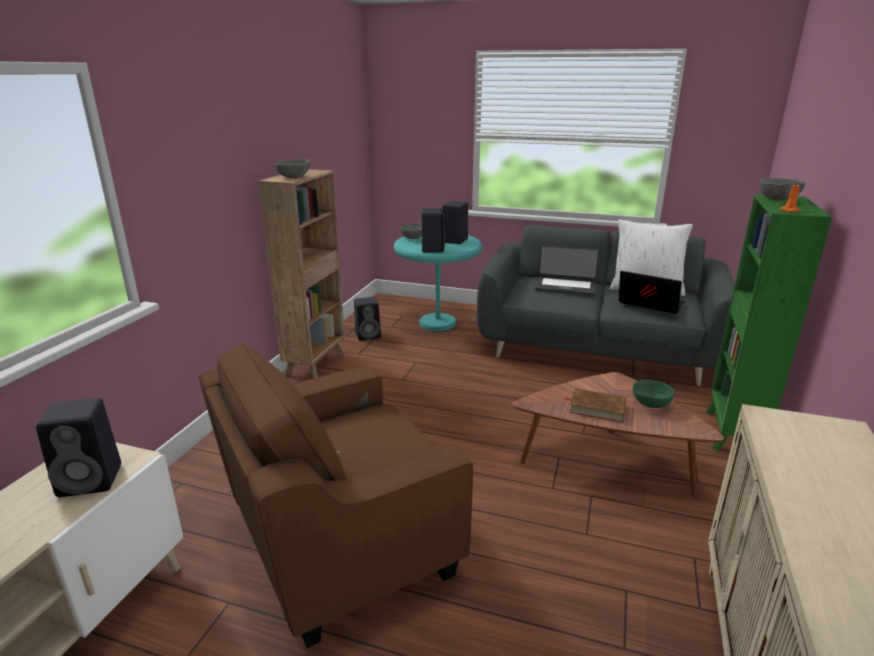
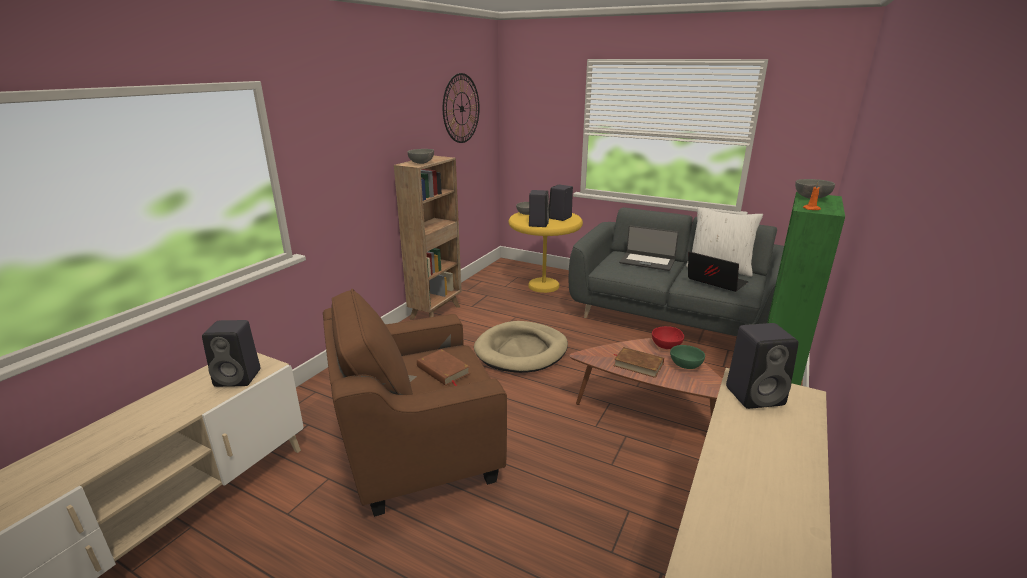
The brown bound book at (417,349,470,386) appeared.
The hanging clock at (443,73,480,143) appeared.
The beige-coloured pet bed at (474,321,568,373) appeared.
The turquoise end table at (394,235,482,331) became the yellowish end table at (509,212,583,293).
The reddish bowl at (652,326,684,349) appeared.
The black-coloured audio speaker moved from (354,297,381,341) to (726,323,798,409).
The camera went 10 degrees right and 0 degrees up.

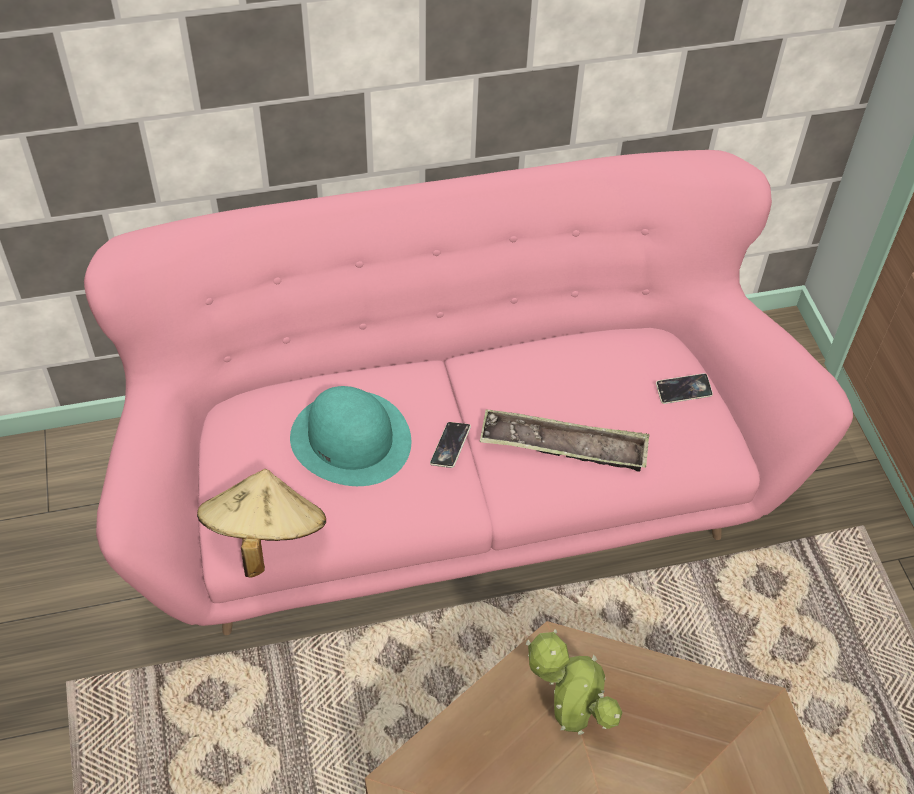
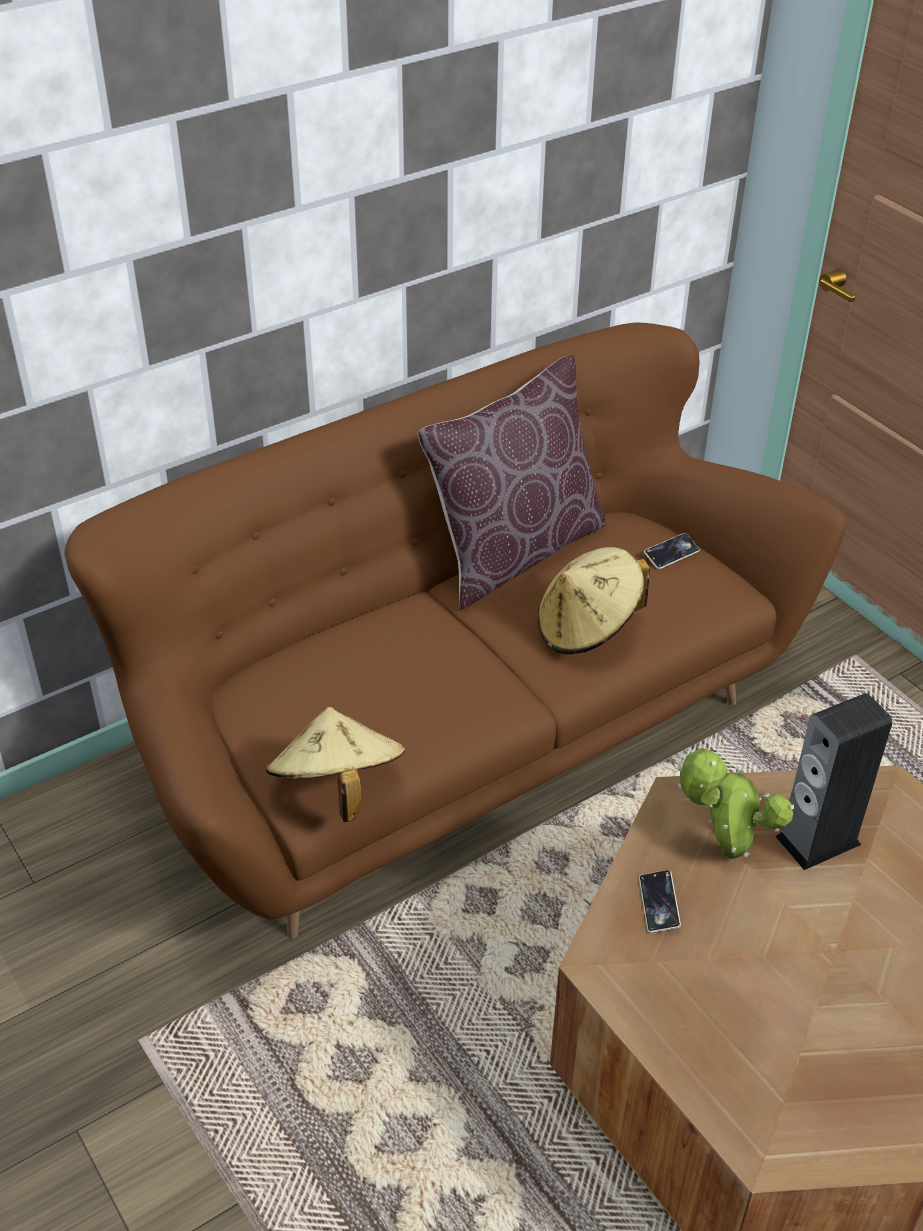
The pink-coloured sofa at (84,150,853,635) became the brown sofa at (64,323,847,939).
The brown pillow at (418,355,606,609) appeared.
The serving tray at (480,409,649,472) was replaced by the beige-coloured hat at (538,547,650,654).
The telephone moved from (430,422,471,468) to (639,870,681,933).
The audio speaker at (775,693,892,870) appeared.
The turquoise hat at (290,386,411,486) disappeared.
The camera went 20 degrees left and 10 degrees down.

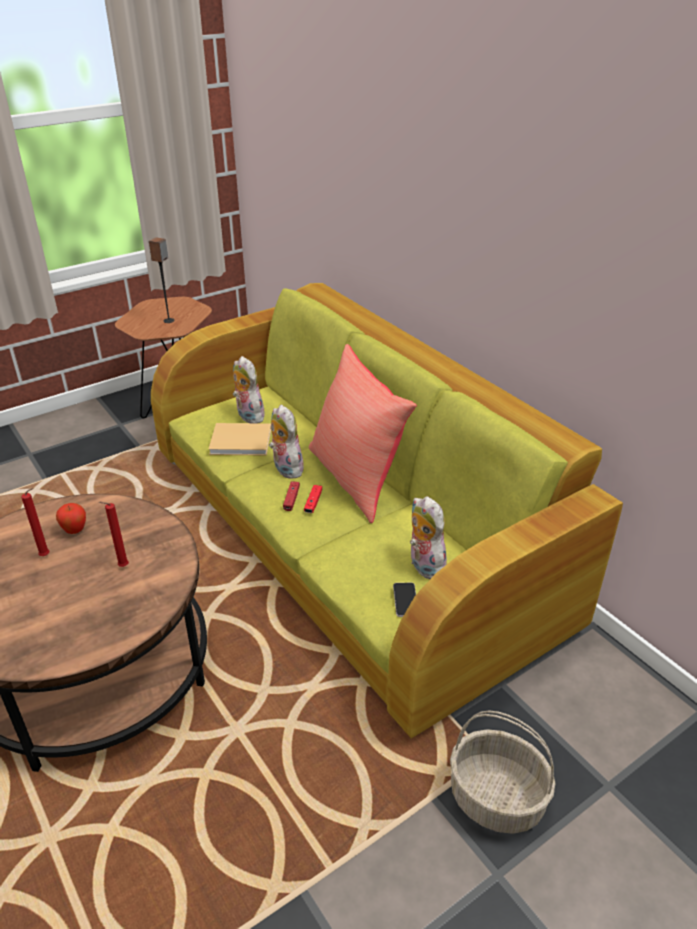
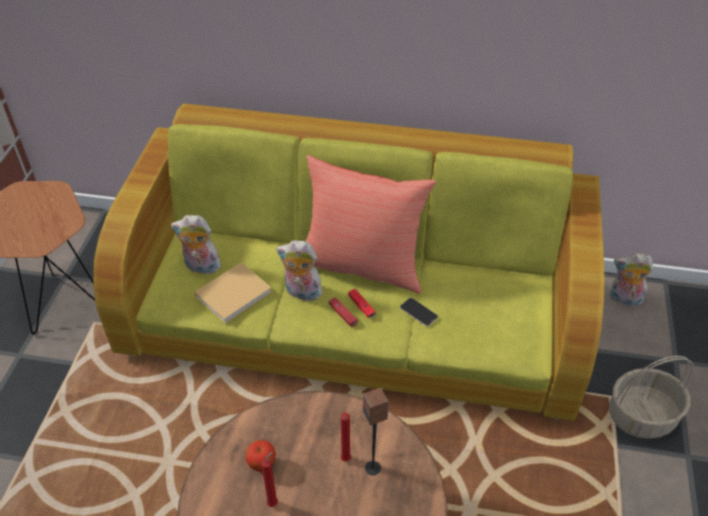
The audio speaker moved from (149,237,175,323) to (363,388,389,475).
The telephone moved from (393,583,416,617) to (400,298,438,326).
The cuddly toy moved from (410,496,447,579) to (610,253,653,307).
The camera went 45 degrees left and 10 degrees up.

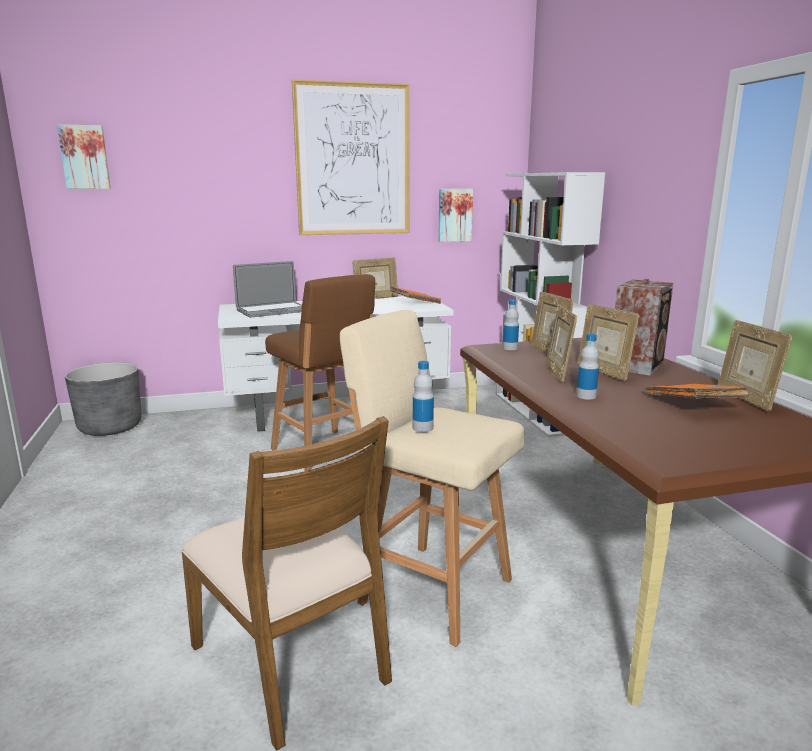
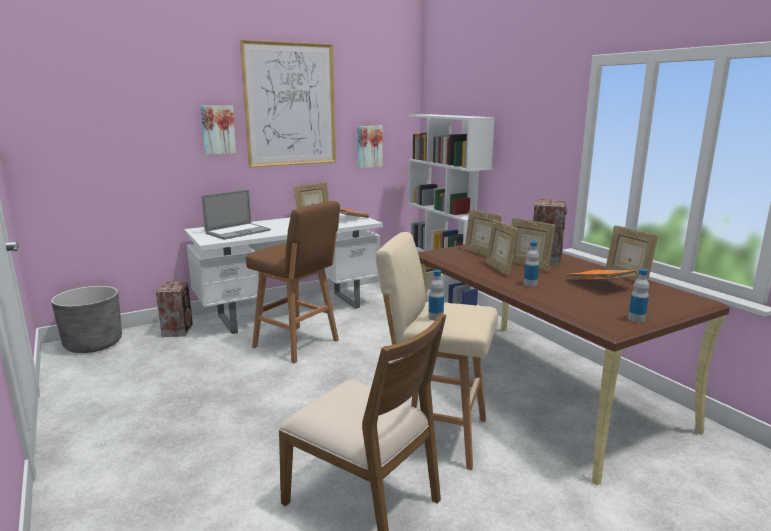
The audio speaker at (156,281,193,337) appeared.
The wall art moved from (57,124,111,189) to (200,105,237,155).
The bottle moved from (503,299,519,350) to (628,269,649,322).
The camera went 15 degrees left and 0 degrees up.

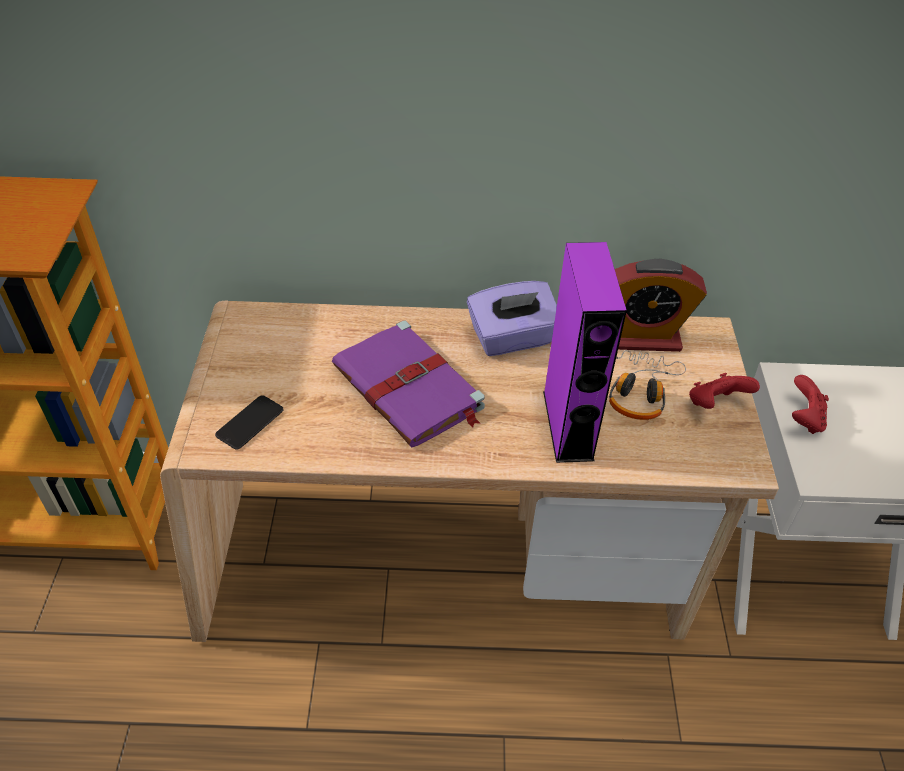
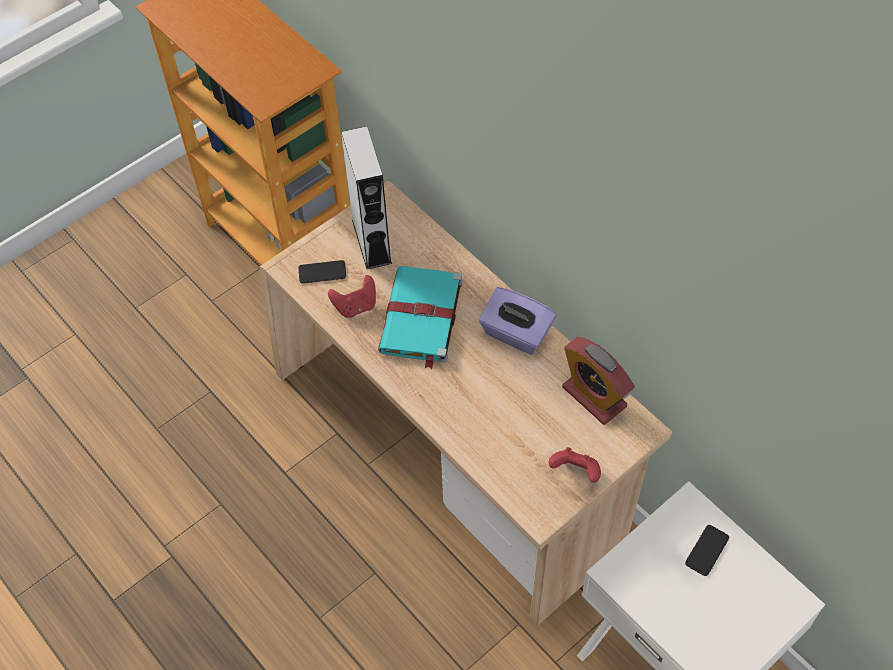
The reddish gamepad moved from (792,375,829,434) to (328,275,376,318).
The grey audio speaker at (341,126,392,270) appeared.
The purplish bound book at (332,320,485,448) became the turquoise bound book at (378,266,462,369).
The telephone at (685,525,729,576) appeared.
The purplish audio speaker at (543,242,627,463) disappeared.
The headphones at (609,350,686,420) disappeared.
The camera went 50 degrees right and 10 degrees up.

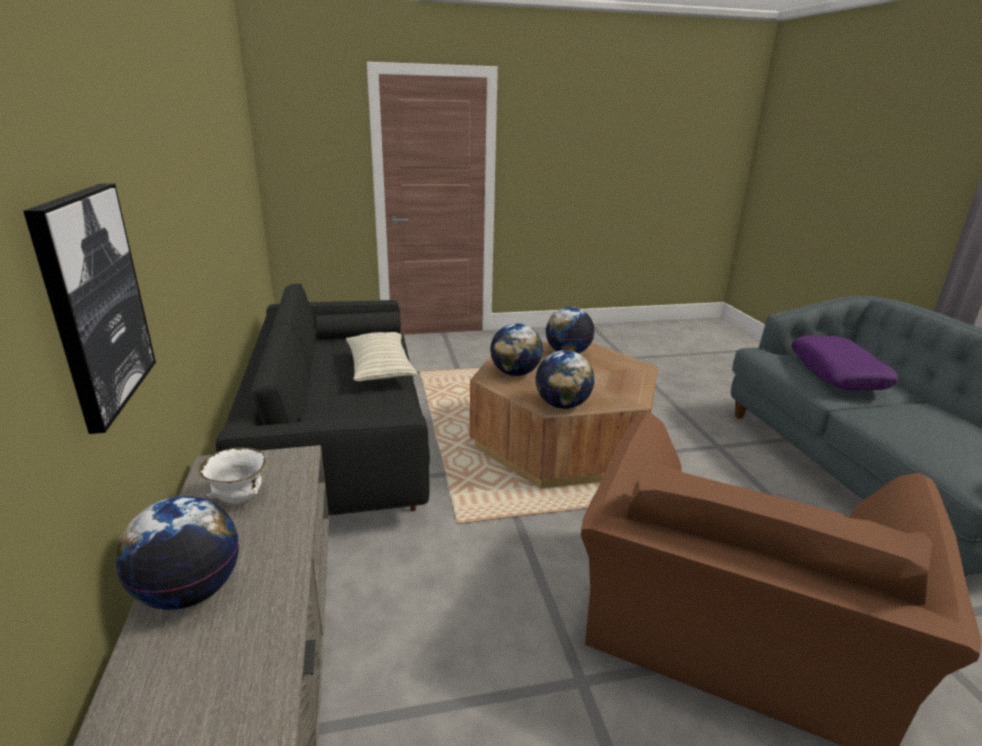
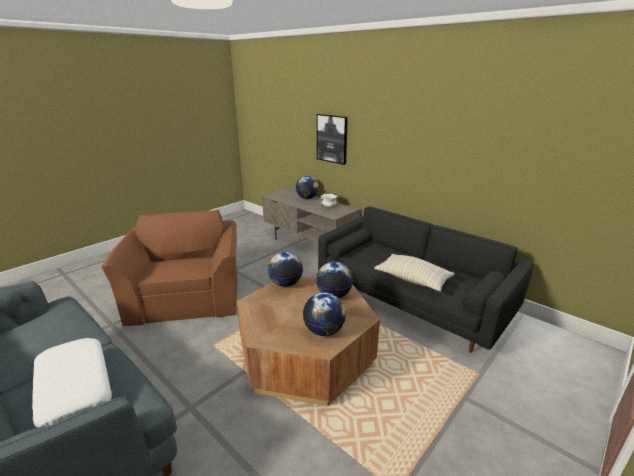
The purplish pillow at (792,335,898,391) became the white-coloured pillow at (32,338,112,428).
The camera went 145 degrees right and 0 degrees up.

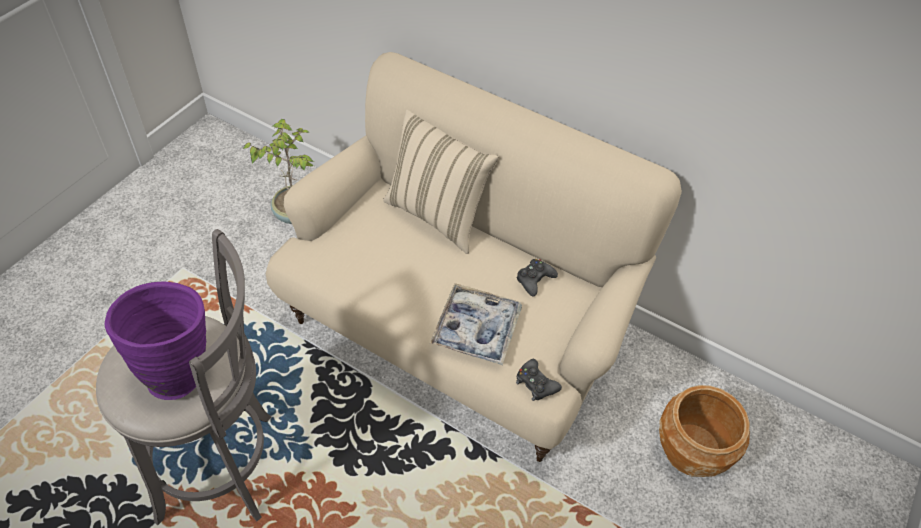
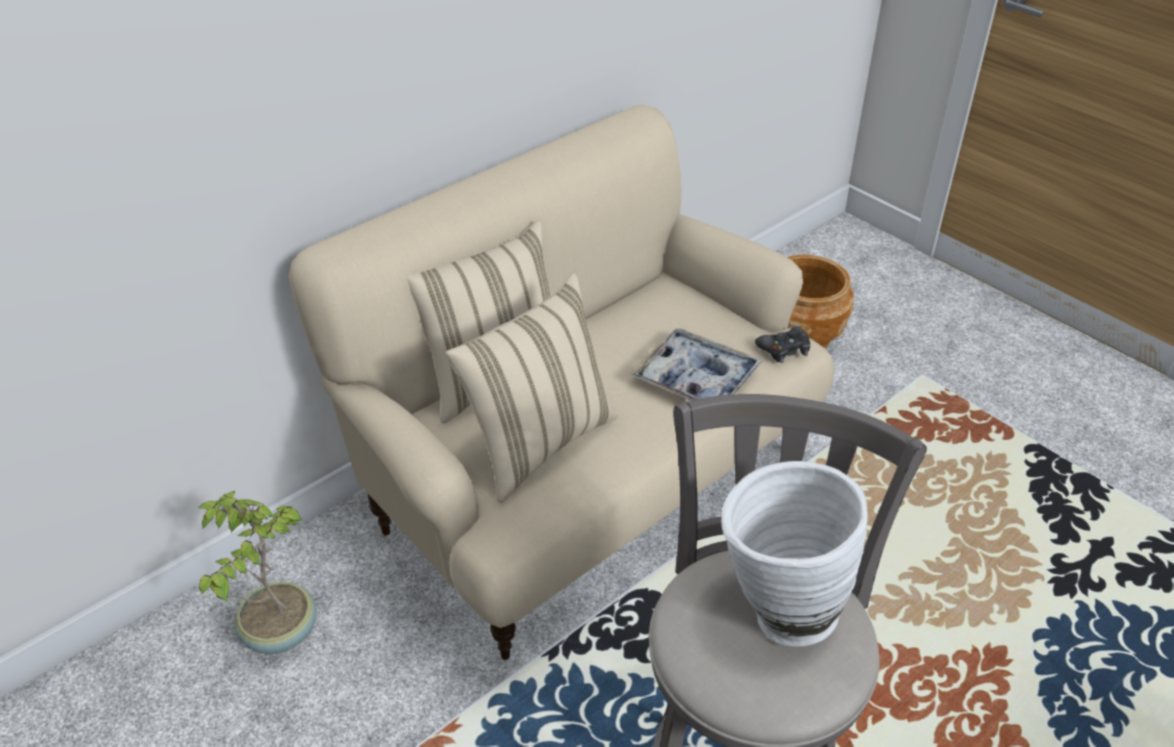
The beige-coloured pillow at (446,273,617,503) appeared.
The purplish flower vase at (105,281,206,400) became the white-coloured flower vase at (721,461,867,646).
The black-coloured gamepad at (516,259,558,297) disappeared.
The camera went 70 degrees left and 10 degrees down.

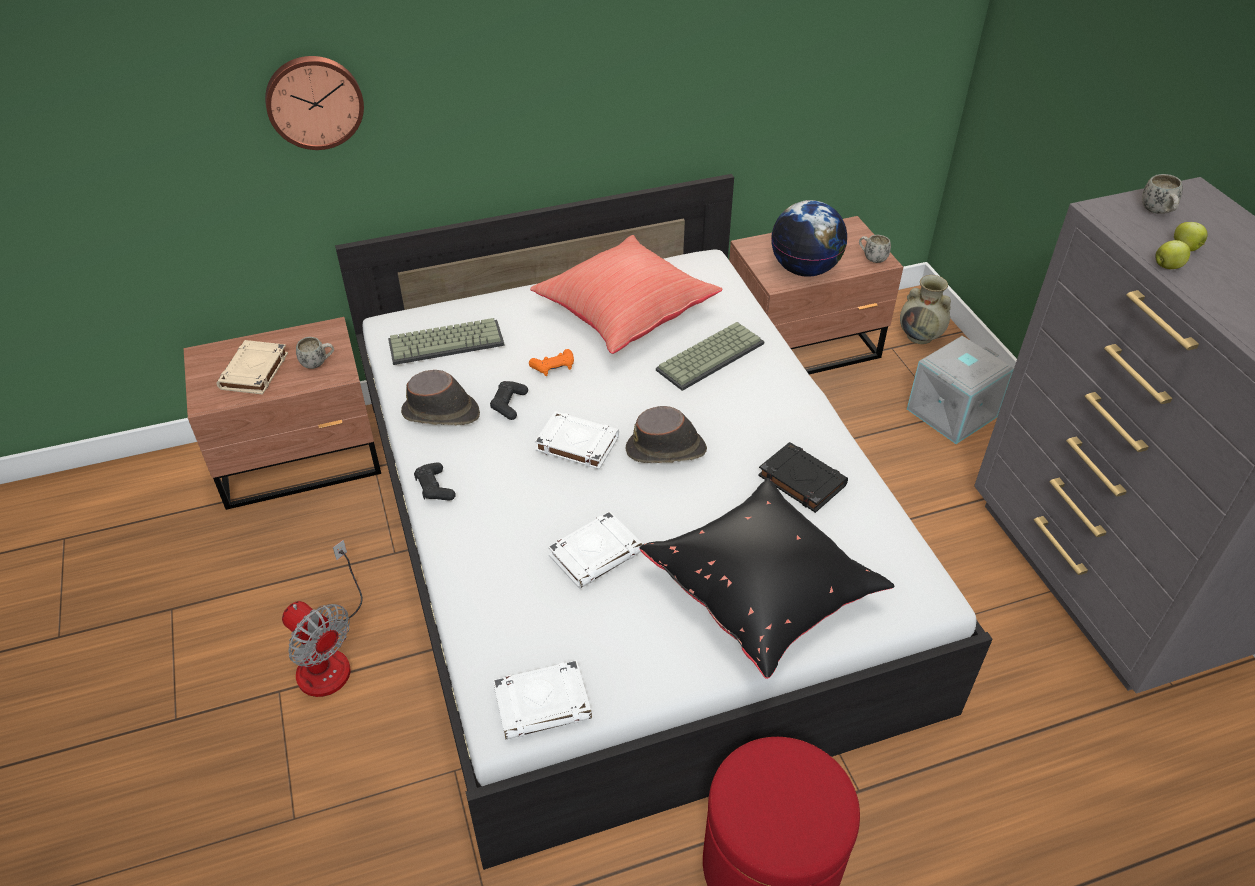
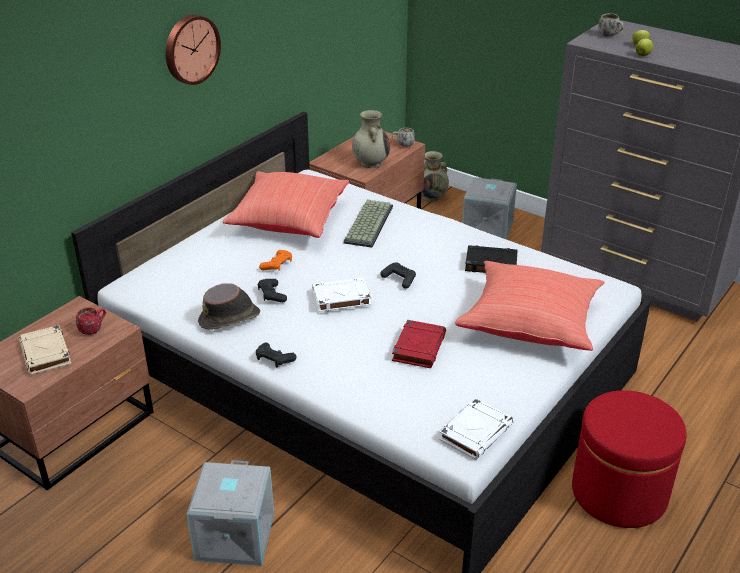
The white-coloured mug at (296,337,334,369) became the reddish mug at (76,307,106,335).
The hanging clock moved from (265,56,364,150) to (166,15,221,85).
The fan at (282,540,363,697) was replaced by the grey storage box at (187,460,274,566).
The desk globe at (771,200,847,277) was replaced by the beige-coloured flower vase at (352,110,390,168).
The brown hat at (625,406,707,463) was replaced by the black-coloured gamepad at (380,262,416,289).
The white-coloured bound book at (548,511,642,589) became the reddish bound book at (392,320,446,368).
The black-coloured pillow at (639,478,895,679) became the reddish pillow at (455,261,605,351).
The PC keyboard at (388,318,505,365) disappeared.
The camera went 35 degrees left and 10 degrees down.

